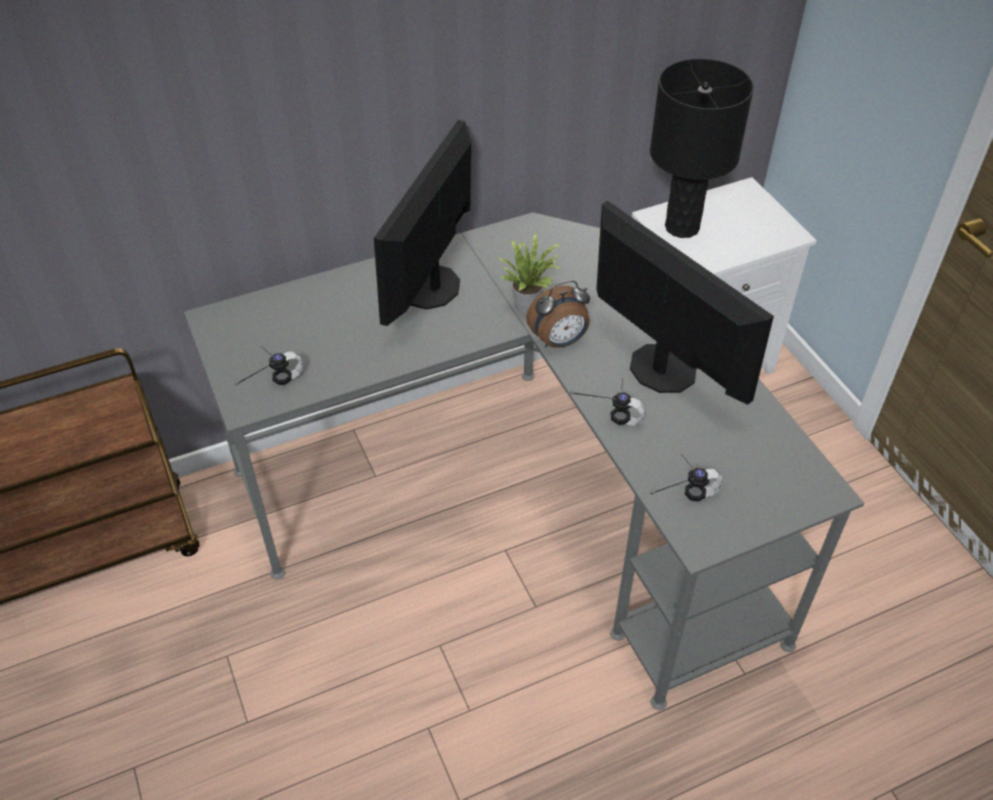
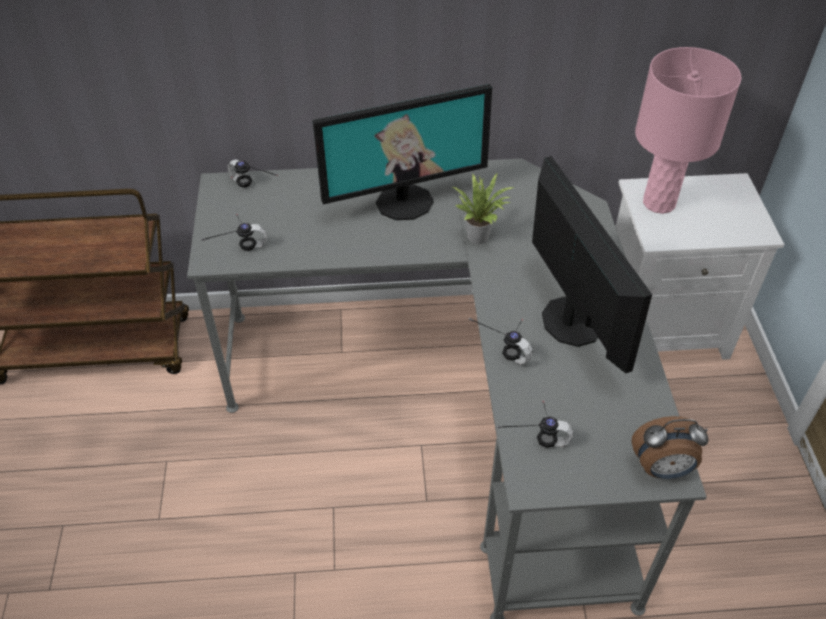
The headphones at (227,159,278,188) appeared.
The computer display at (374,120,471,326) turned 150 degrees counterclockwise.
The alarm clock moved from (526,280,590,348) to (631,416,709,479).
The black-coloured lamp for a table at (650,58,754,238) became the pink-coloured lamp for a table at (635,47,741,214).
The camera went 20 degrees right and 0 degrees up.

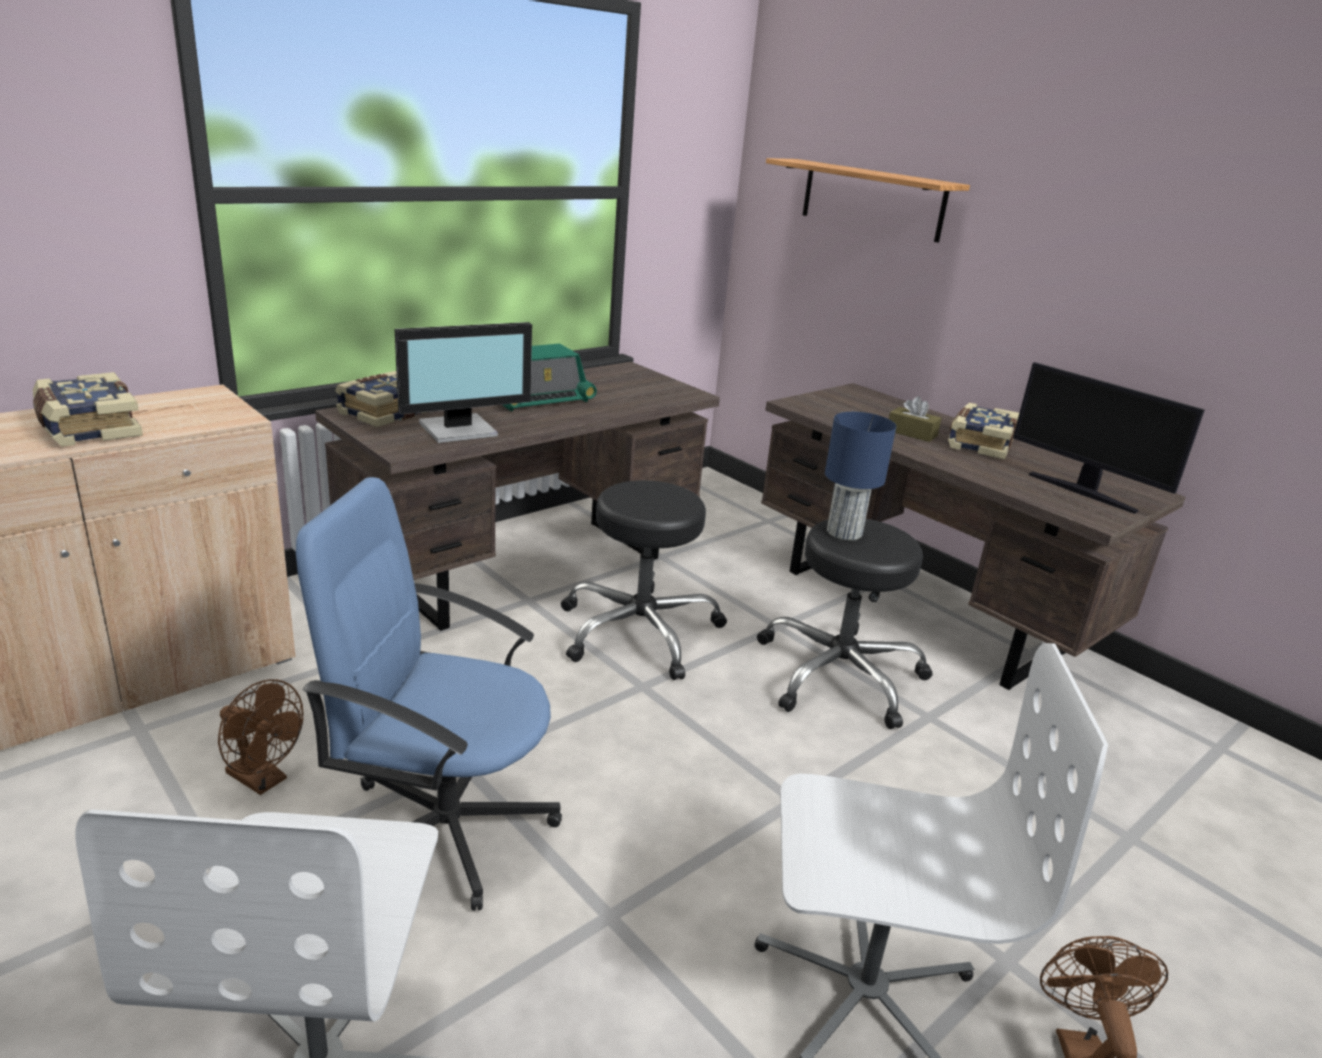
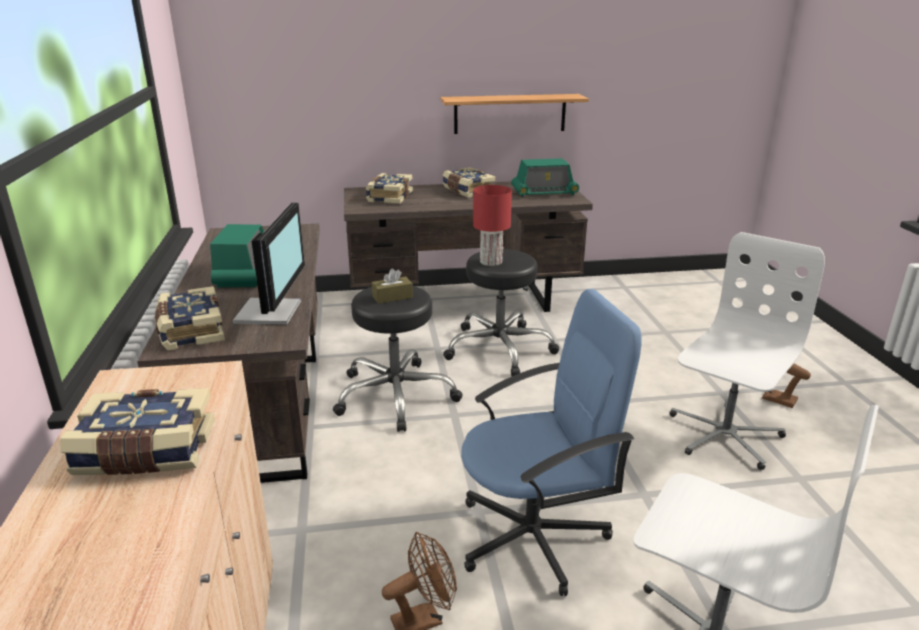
The bound book at (366,173,413,204) appeared.
The brown tissue holder moved from (889,396,942,442) to (372,268,413,304).
The bracket shelf moved from (766,158,970,243) to (440,94,589,134).
The blue-coloured office chair at (296,477,562,911) turned 150 degrees counterclockwise.
The blue-coloured lamp for a table at (825,412,896,541) became the reddish lamp for a table at (473,185,512,266).
The computer display at (1013,362,1205,514) was replaced by the radio receiver at (511,158,579,197).
The camera went 55 degrees left and 0 degrees up.

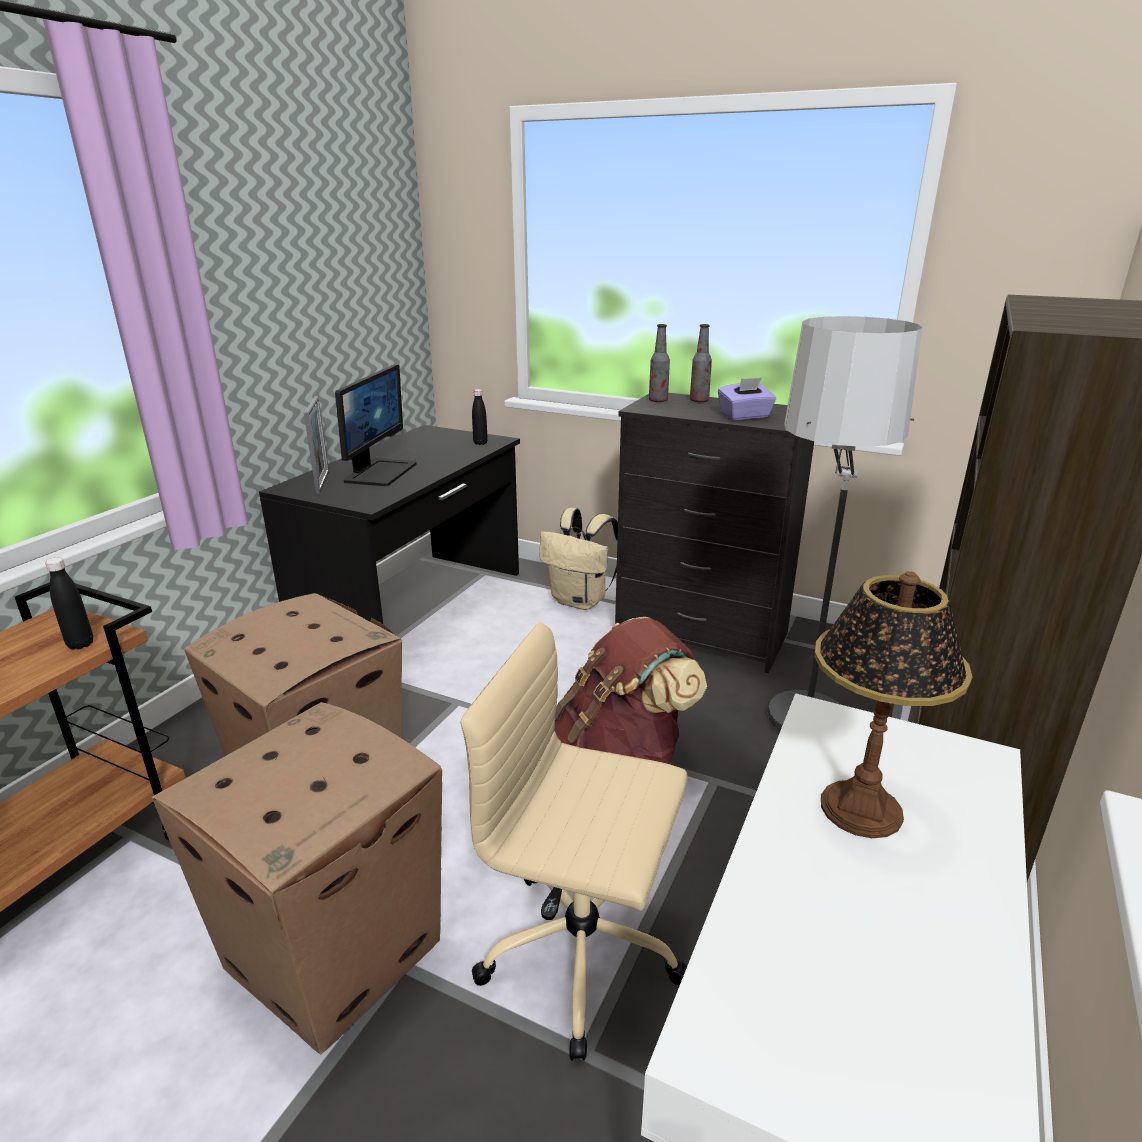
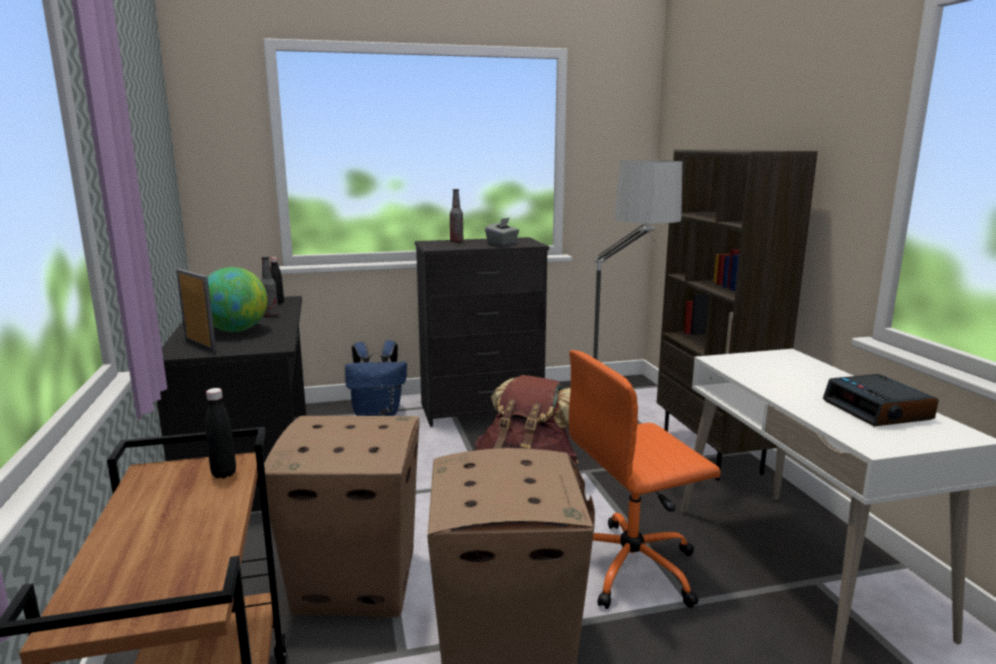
The computer display at (335,364,417,486) was replaced by the desk globe at (208,267,268,332).
The bottle moved from (649,324,670,402) to (261,257,279,317).
The beige-coloured knapsack at (539,508,618,610) became the blue-coloured knapsack at (345,340,407,416).
The purplish tissue holder at (718,378,776,420) became the grey tissue holder at (485,218,519,246).
The beige-coloured office chair at (461,622,688,1061) became the orange-coloured office chair at (569,350,720,609).
The alarm clock at (823,374,939,426) appeared.
The lamp for a table at (814,571,972,838) disappeared.
The camera went 40 degrees left and 10 degrees down.

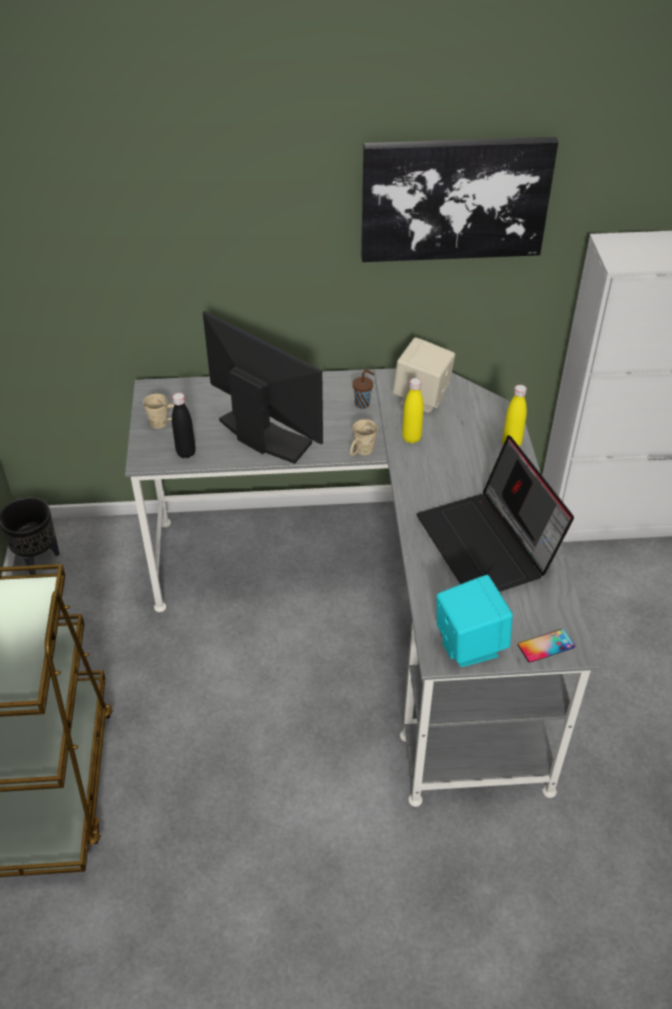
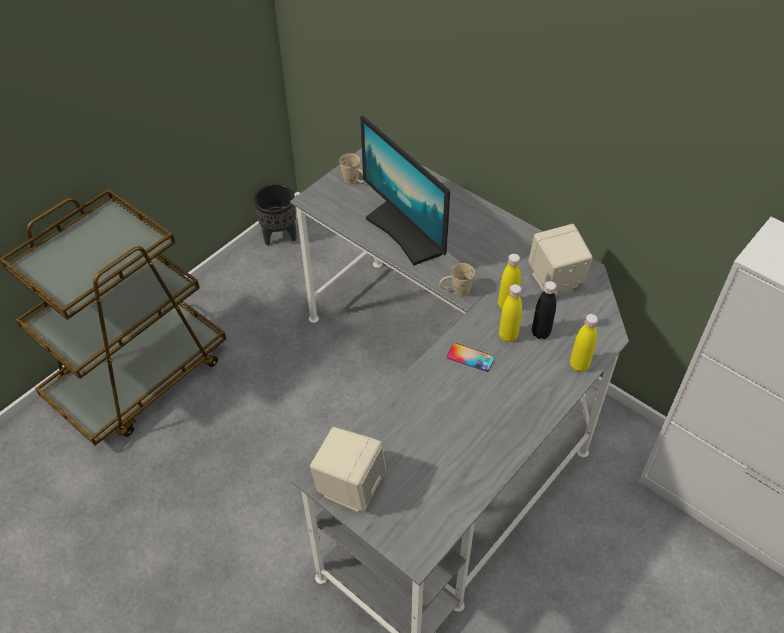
The turquoise audio speaker at (436,575,513,667) became the beige-coloured audio speaker at (310,427,386,512).
The computer display at (203,311,323,464) turned 150 degrees clockwise.
The telephone moved from (518,629,575,663) to (447,343,495,372).
The yellowish bottle at (499,284,522,342) appeared.
The black-coloured bottle moved from (172,393,196,458) to (532,281,557,339).
The brown small cup at (352,370,374,409) disappeared.
The wall art at (361,137,558,262) disappeared.
The notebook computer at (416,435,574,592) disappeared.
The camera went 45 degrees right and 5 degrees up.

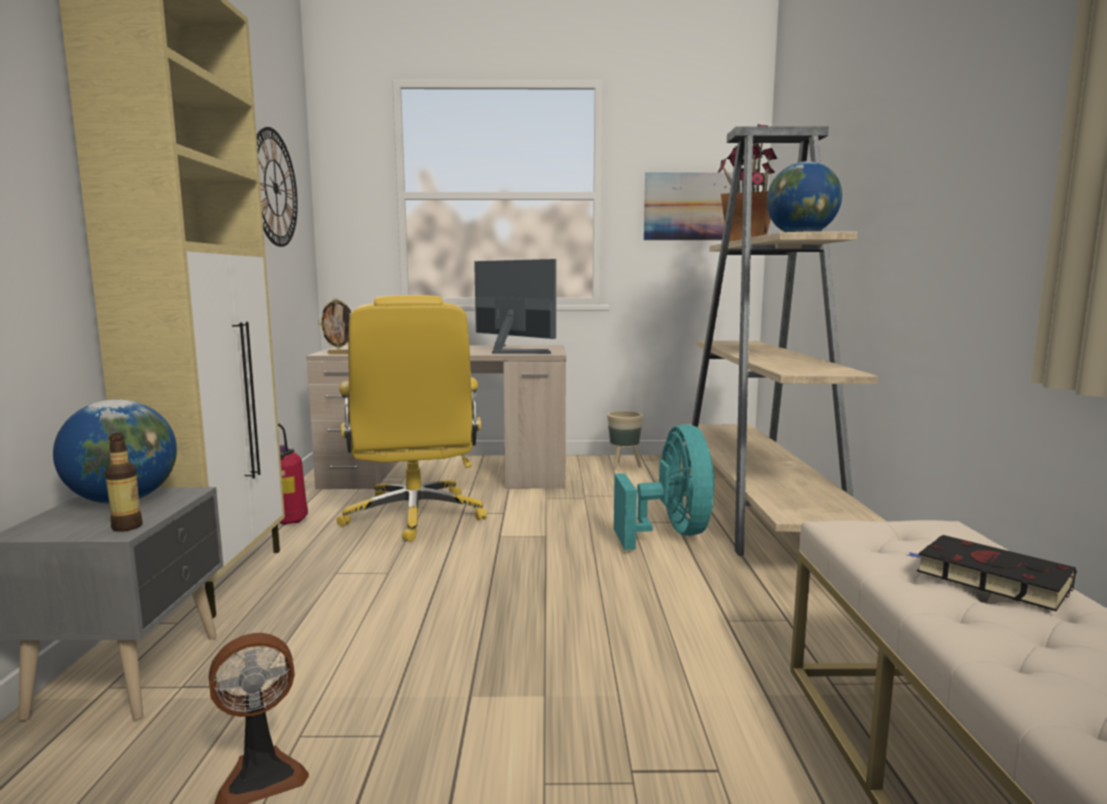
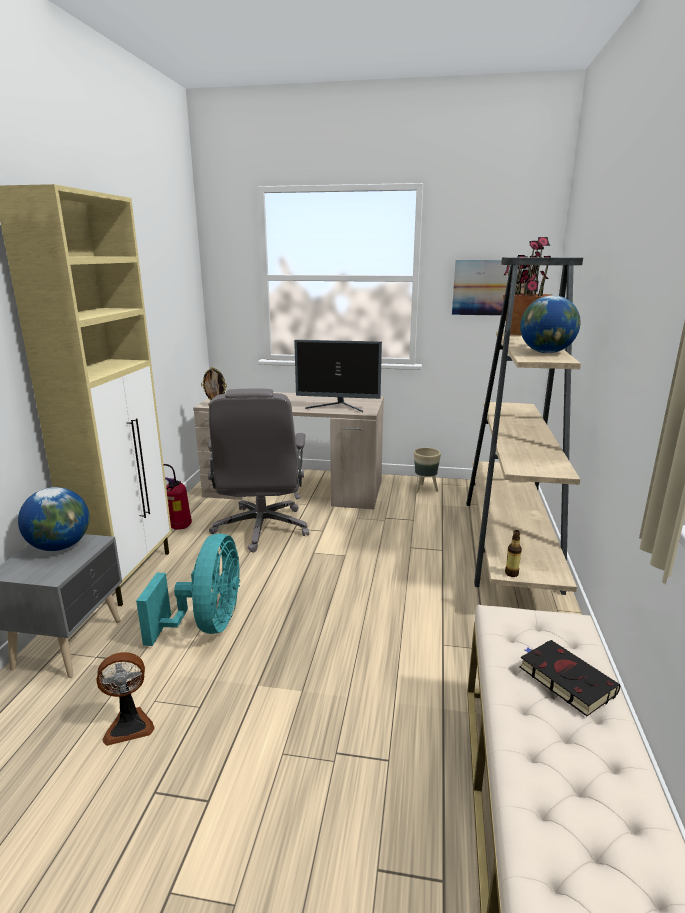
The turquoise fan moved from (614,424,715,550) to (136,533,240,646).
The yellowish office chair at (337,295,487,542) became the grey office chair at (208,389,309,553).
The computer display at (474,259,556,354) turned 135 degrees clockwise.
The bottle moved from (105,433,143,532) to (505,530,522,577).
The hanging clock at (257,127,298,247) disappeared.
The camera went 10 degrees right and 10 degrees up.

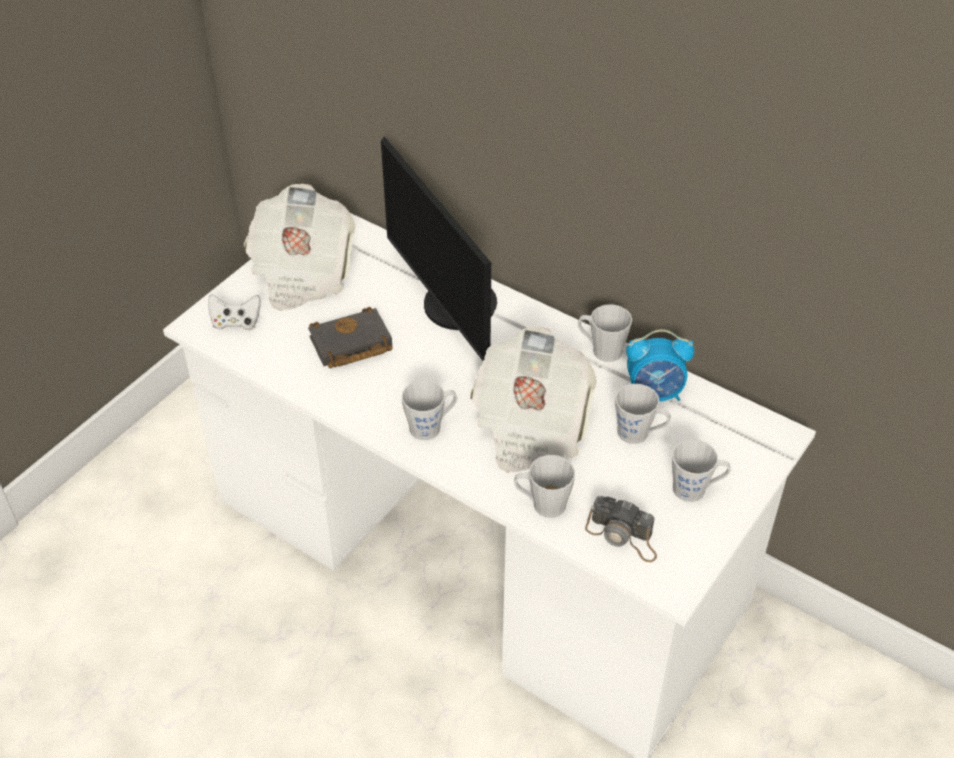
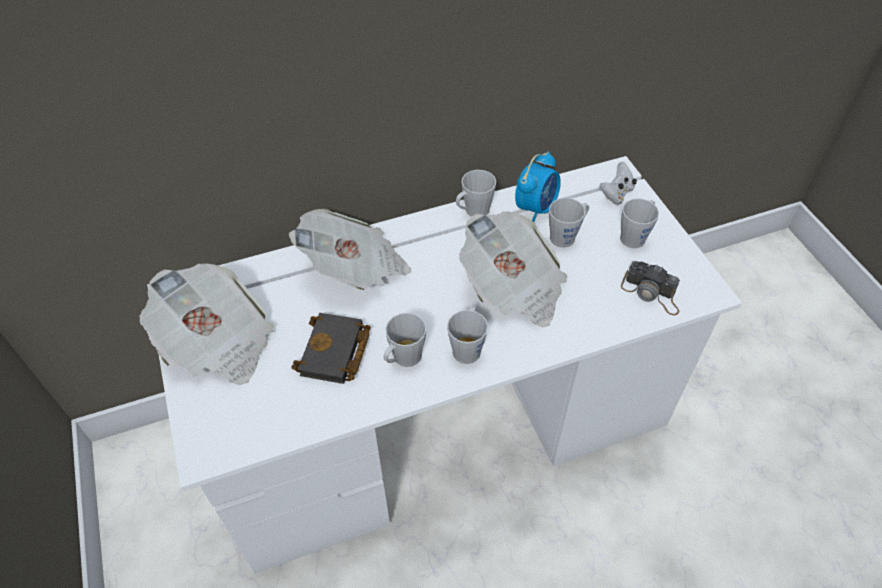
The computer display at (381,136,497,361) was replaced by the printed paper at (289,209,411,290).
The grey mug moved from (514,455,575,518) to (383,313,426,367).
The white-coloured gamepad moved from (208,294,261,330) to (600,162,637,205).
The photo camera at (585,496,657,562) turned 60 degrees clockwise.
The camera went 55 degrees left and 5 degrees up.

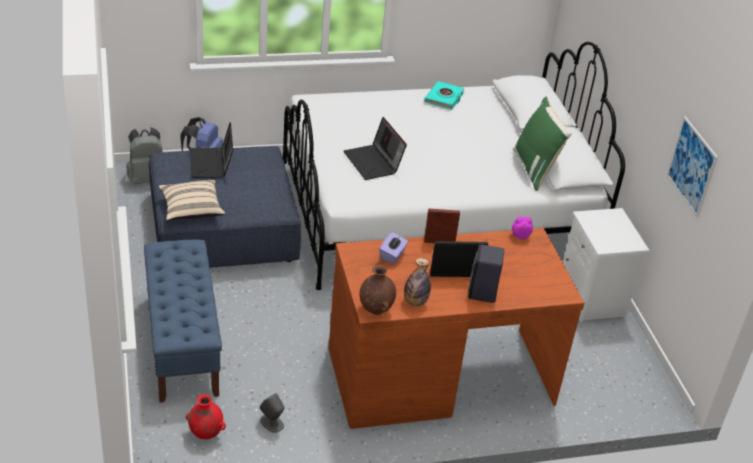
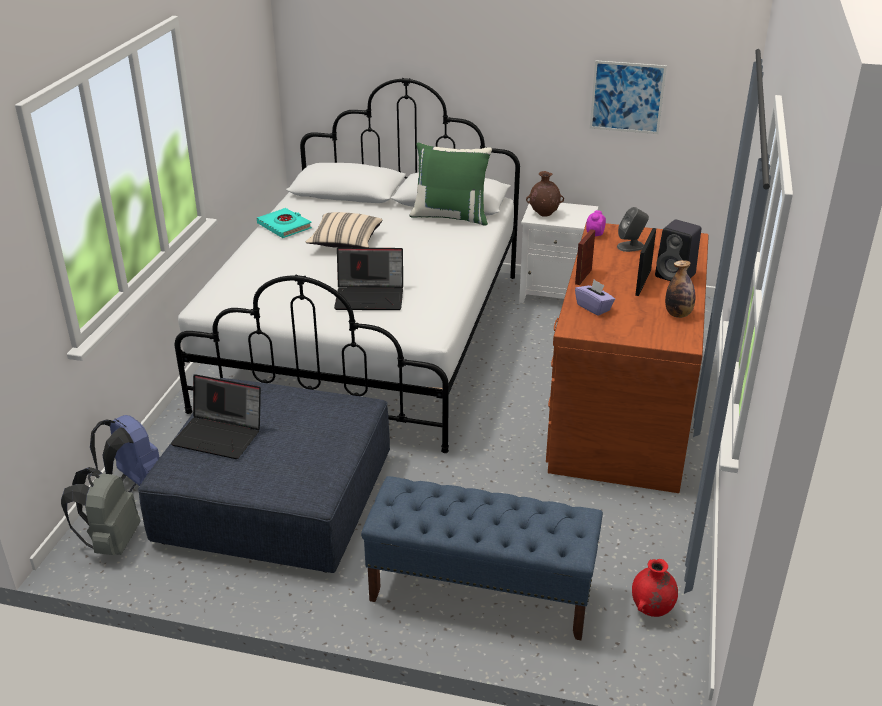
The beige-coloured pillow moved from (159,180,225,221) to (306,212,382,248).
The brown flower vase moved from (360,265,396,315) to (526,171,564,217).
The grey audio speaker moved from (260,393,284,433) to (617,207,649,252).
The camera went 60 degrees left and 5 degrees down.

